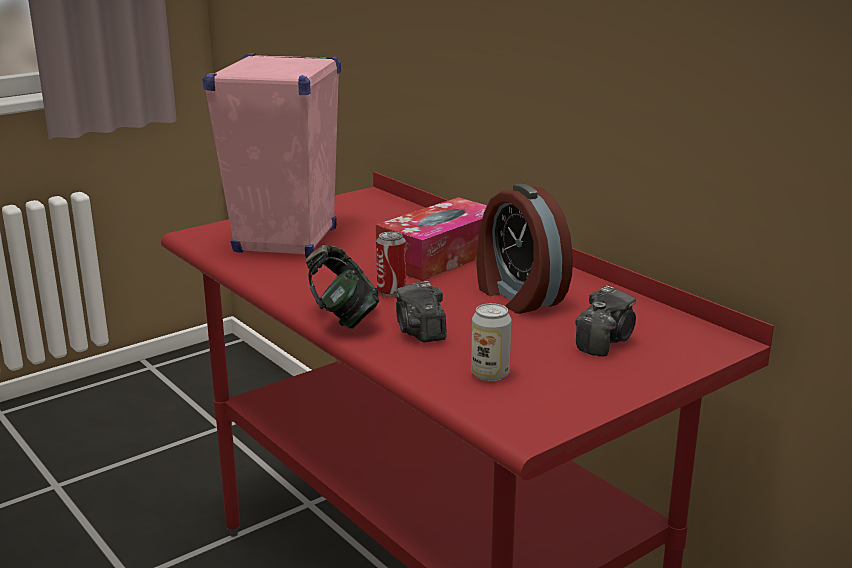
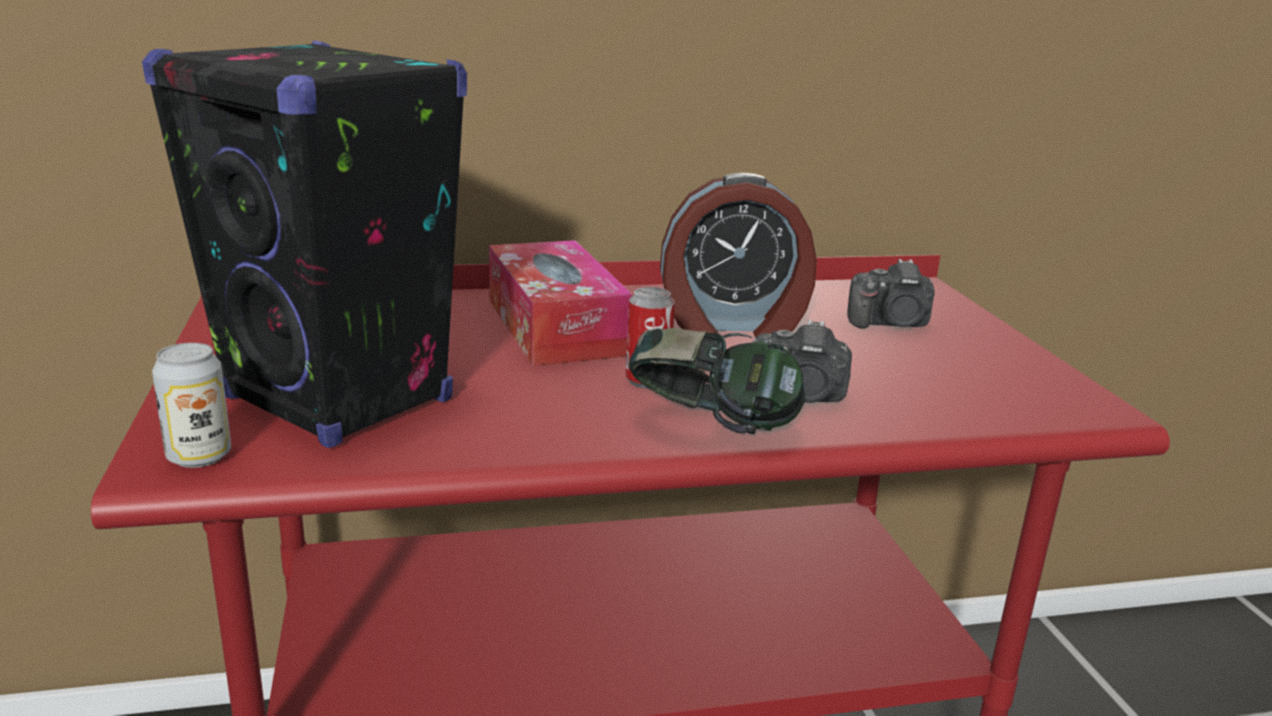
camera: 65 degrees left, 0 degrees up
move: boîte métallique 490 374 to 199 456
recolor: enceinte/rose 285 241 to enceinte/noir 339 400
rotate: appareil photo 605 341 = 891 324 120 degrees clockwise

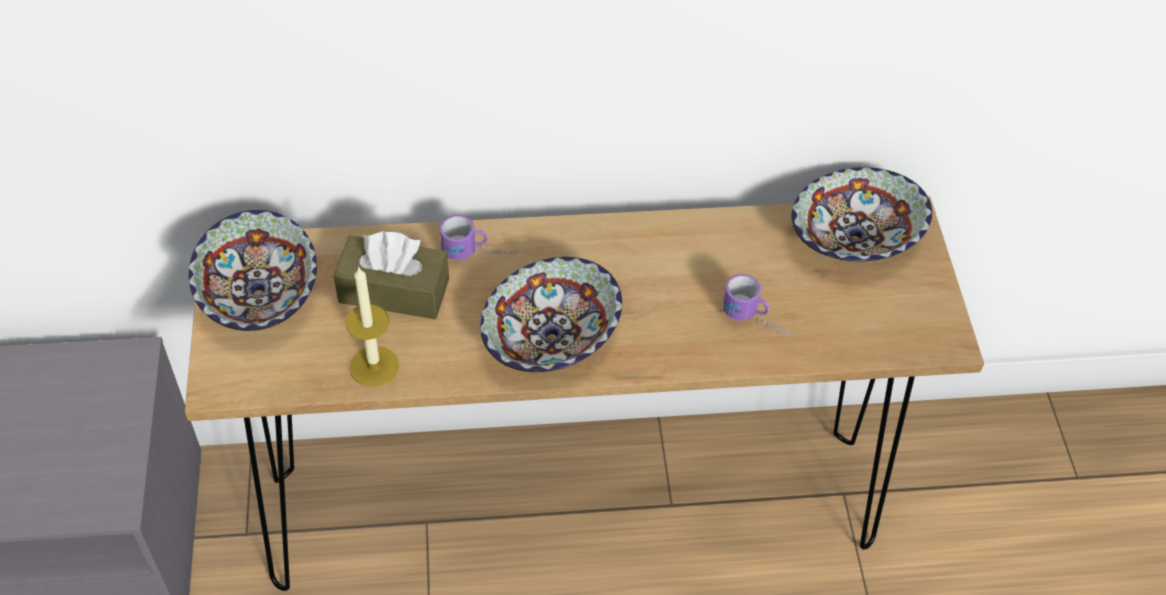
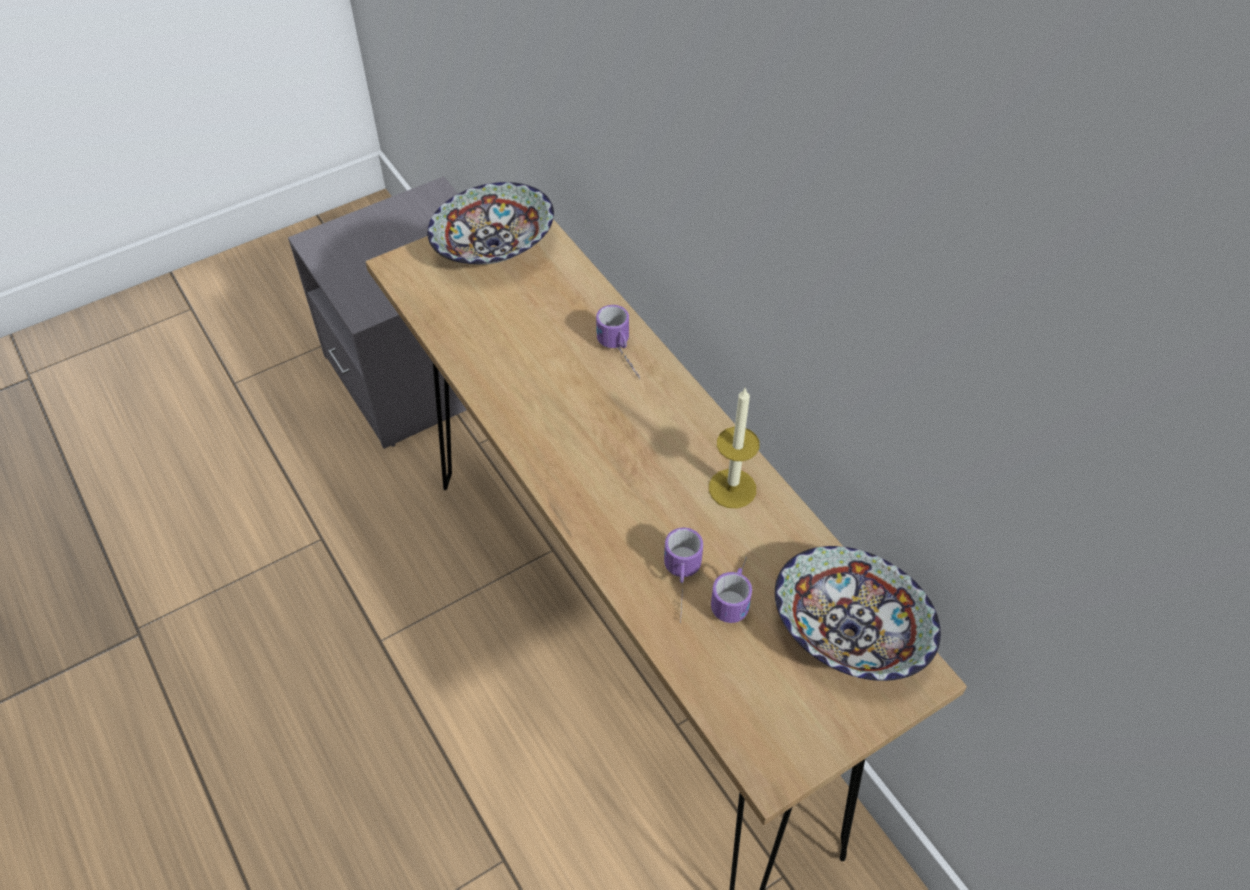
camera: 65 degrees right, 0 degrees up
delete: boîte à mouchoirs/marron 394 290; bol 552 339
insert: mug 735 593
move: bougie 374 366 to 732 488

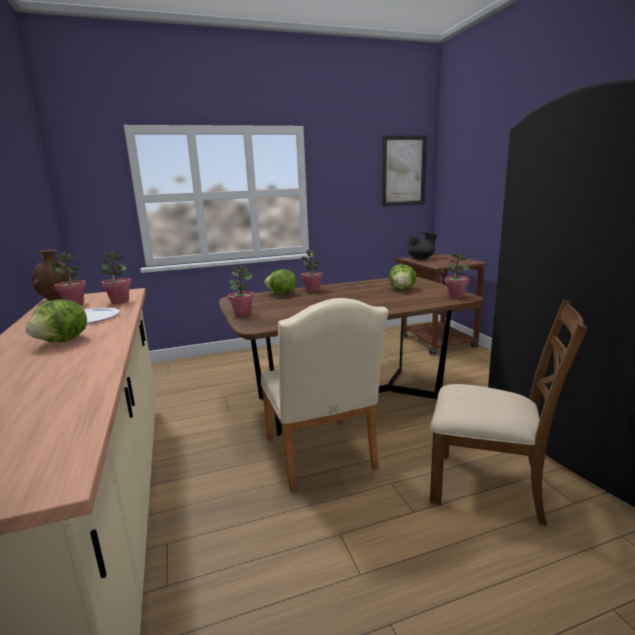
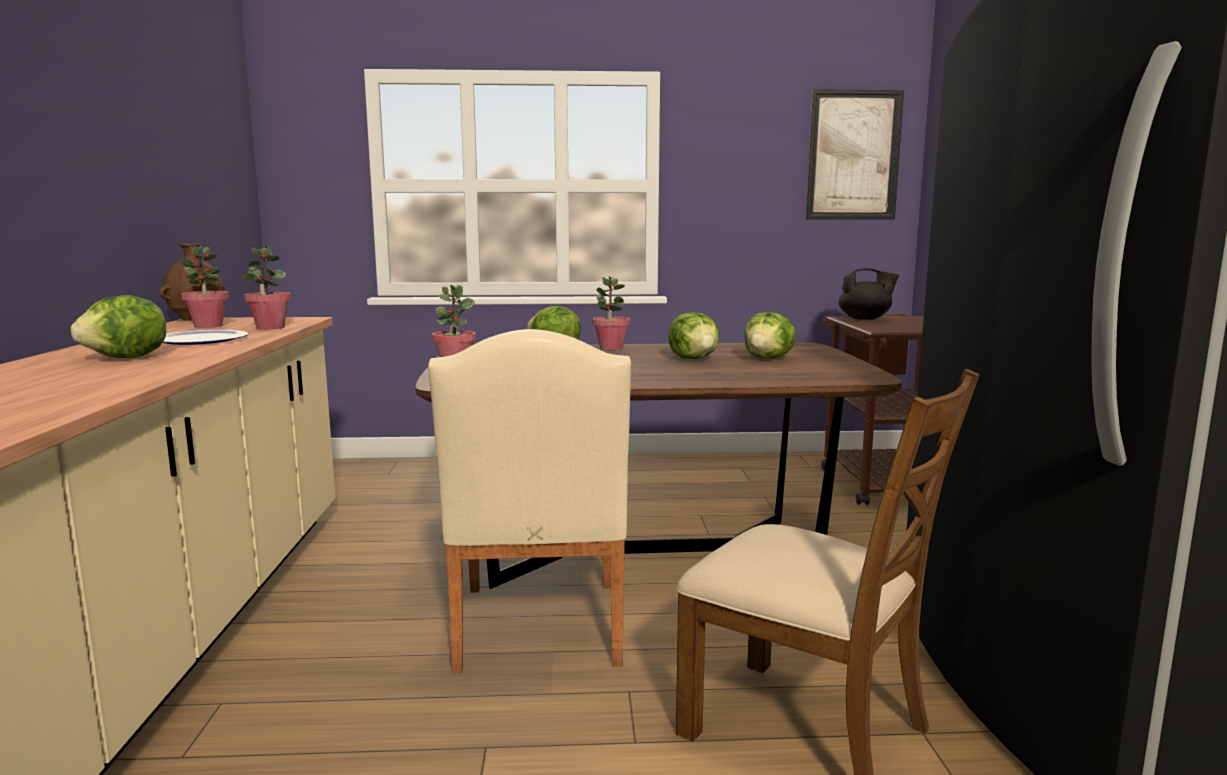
camera: 15 degrees right, 5 degrees down
delete: plante en pot 455 296
insert: laitue 694 359

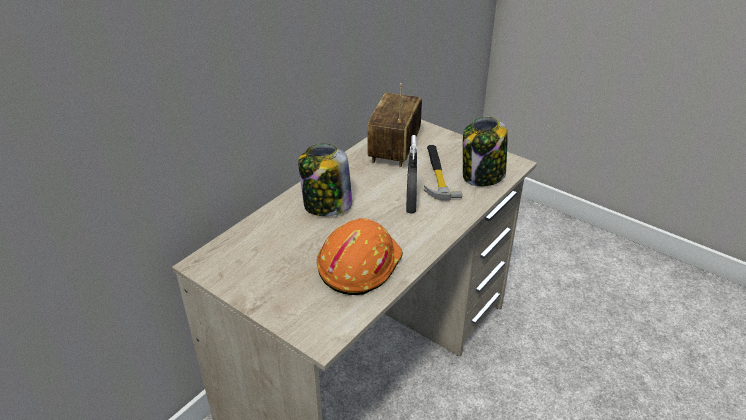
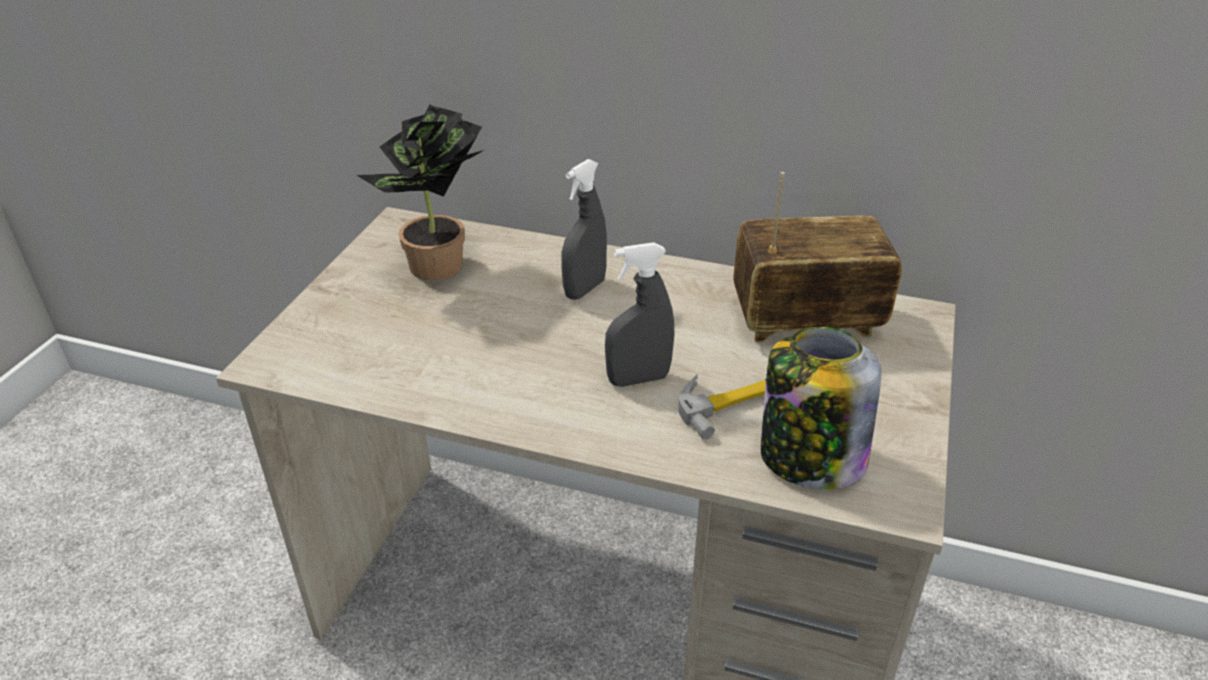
camera: 70 degrees right, 0 degrees up
delete: casque de chantier/orange 358 264
insert: plante en pot 439 270
replace: bocal 326 205 to vaporisateur/gris 585 289

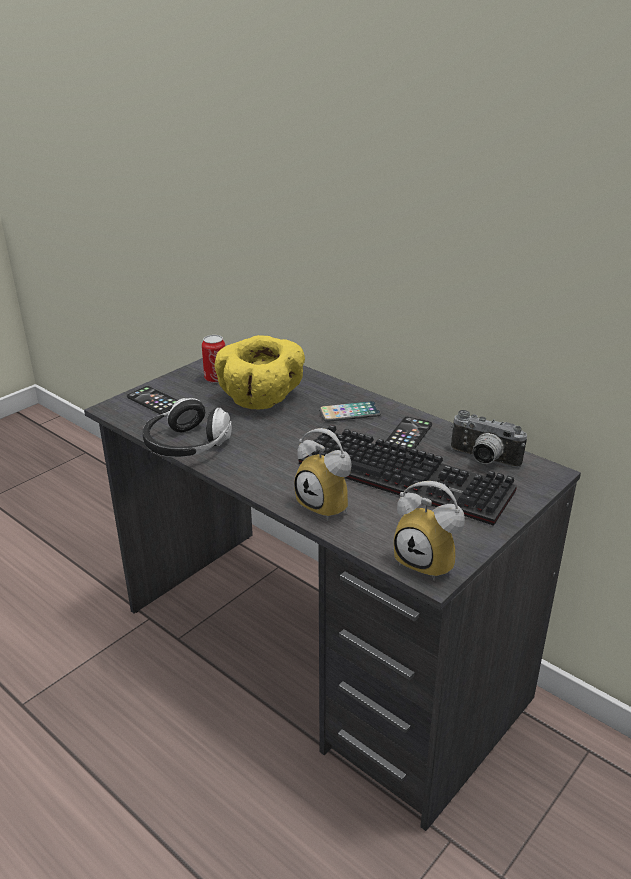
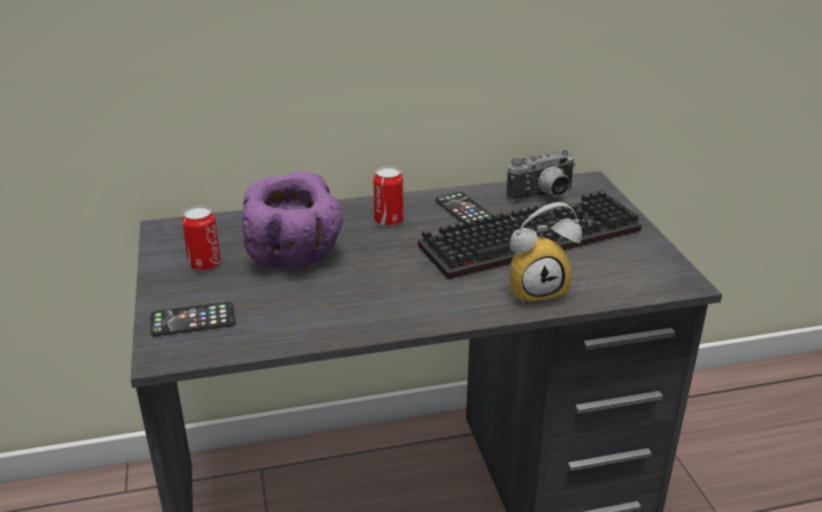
camera: 55 degrees left, 0 degrees up
delete: casque audio 187 445; réveil 430 562
replace: téléphone 350 413 to boîte métallique 388 221
recolor: bol/jaune 261 400 to bol/violet 295 255

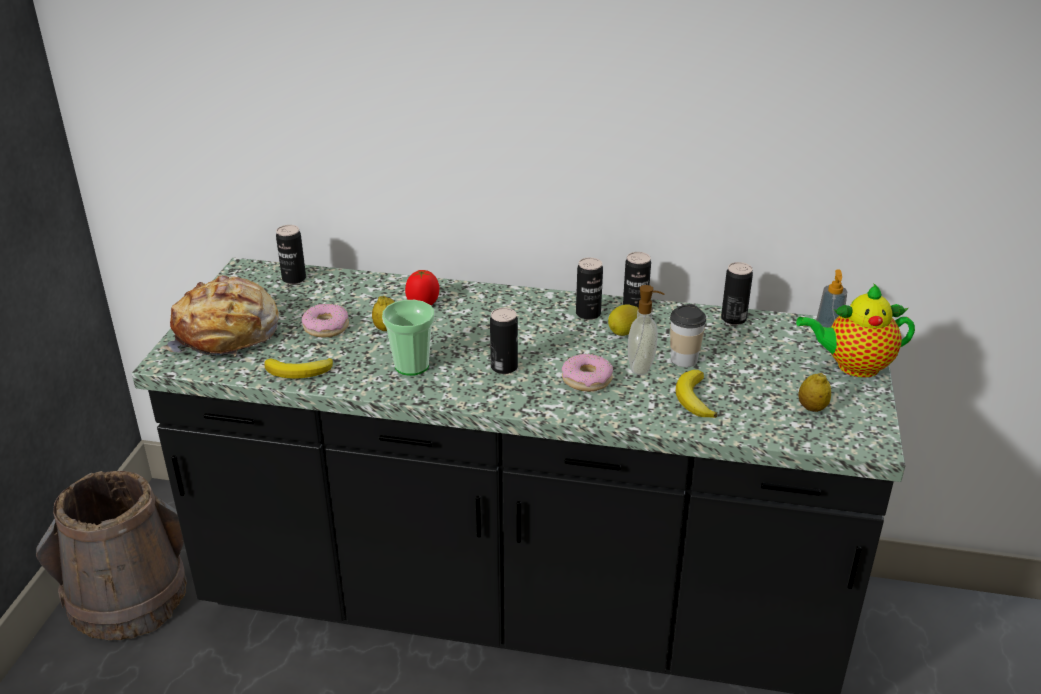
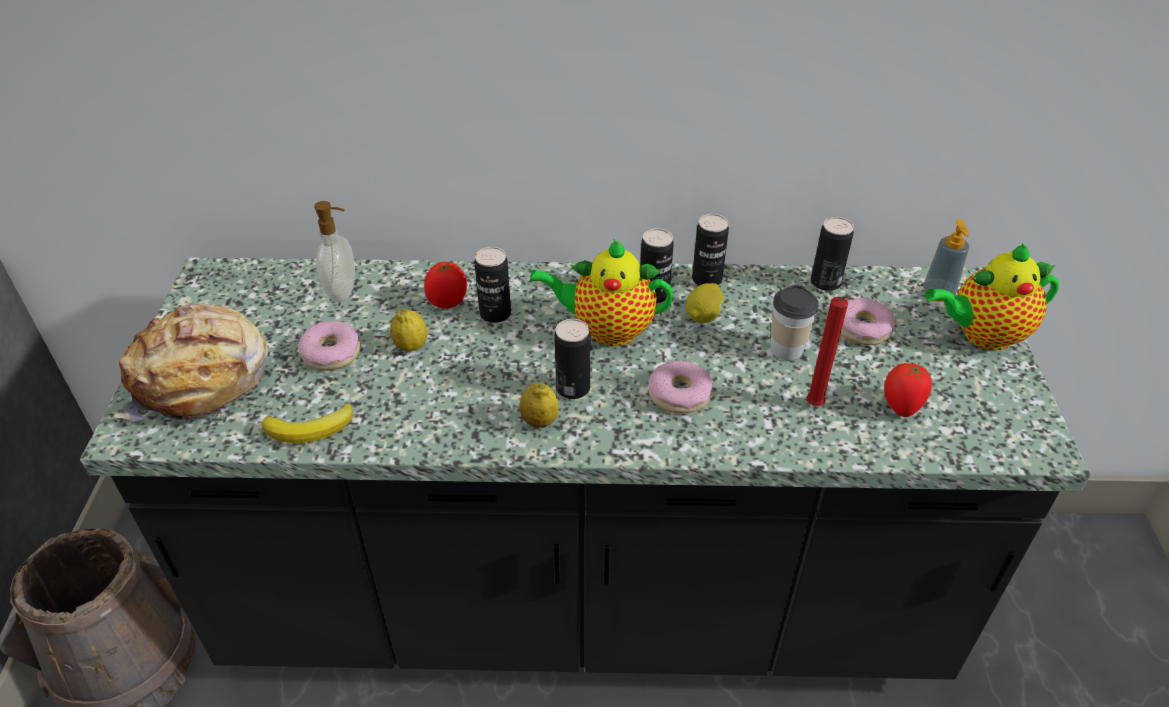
camera: 10 degrees left, 10 degrees up
delete: tasse 412 366
insert: théière 607 330; beignet 861 328; tomate 900 406
move: boîte métallique 294 279 to 495 314; distributeur de savon 642 367 to 343 291; citron 812 408 to 539 421
replace: banane 694 398 to bougie/rouge 816 407

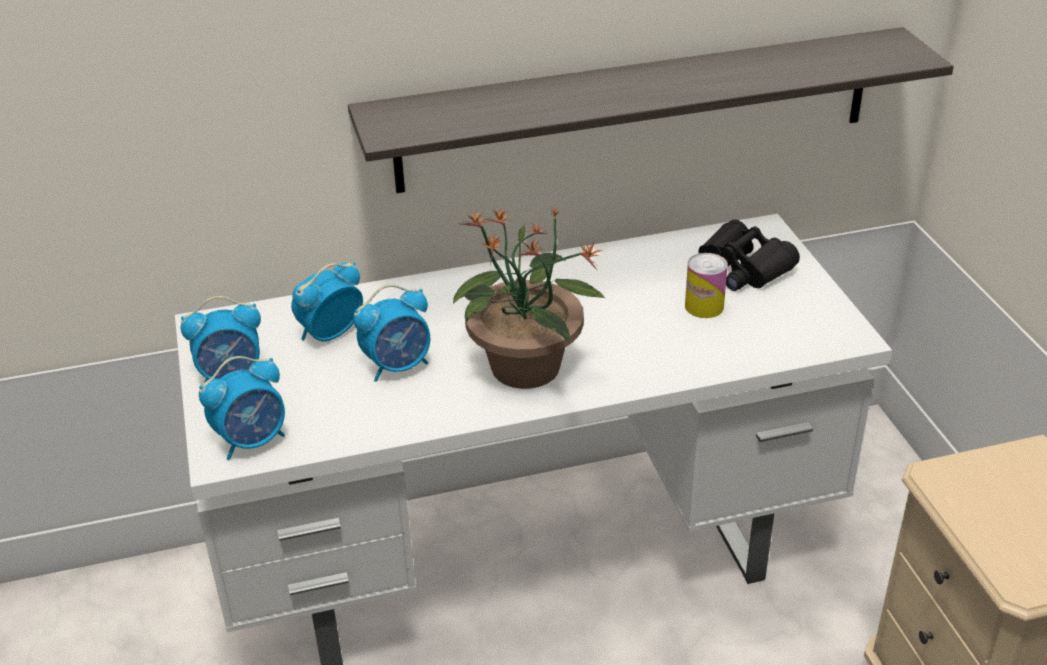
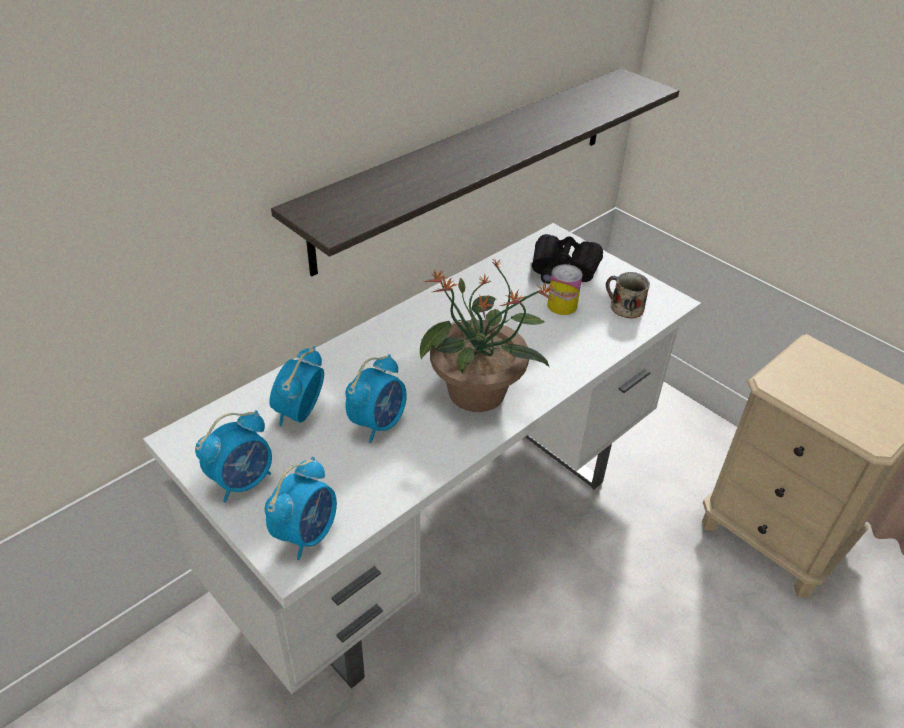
camera: 30 degrees left, 5 degrees up
insert: mug 624 307

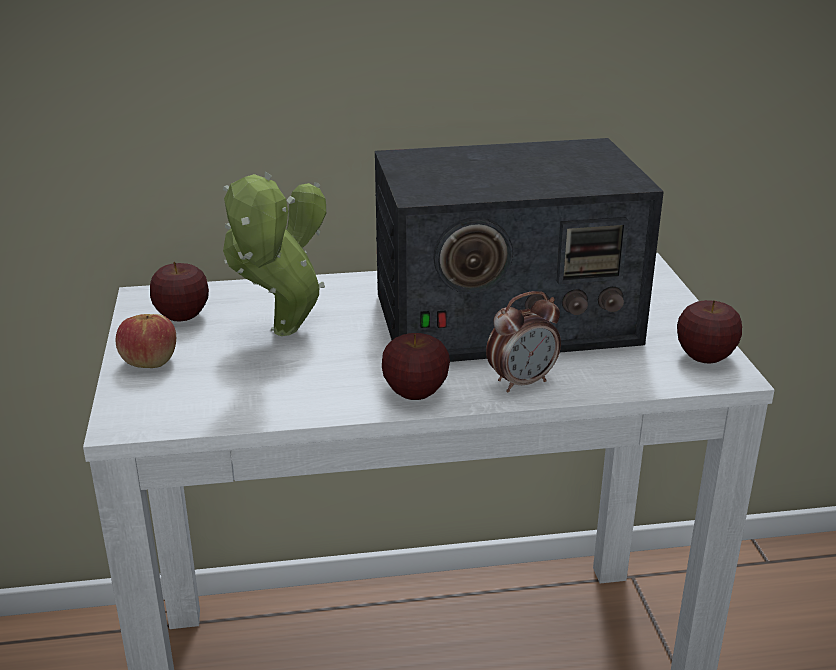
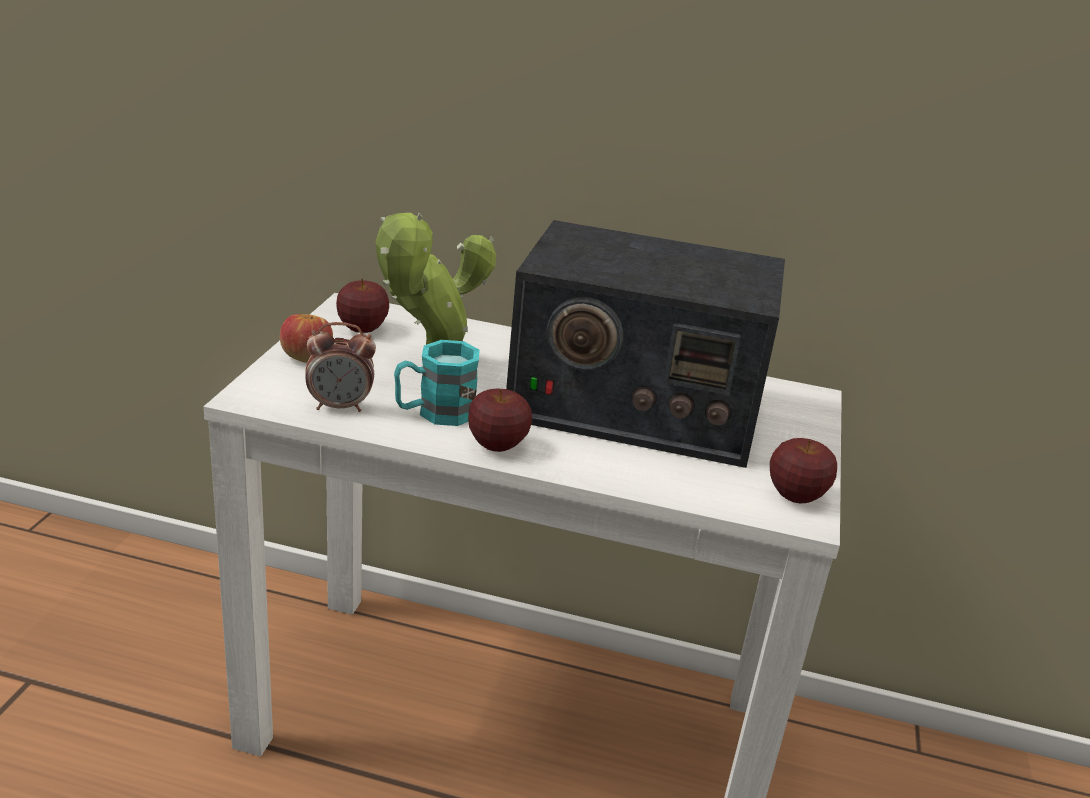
camera: 20 degrees right, 0 degrees up
insert: mug/turquoise 435 413
move: réveil 522 382 to 340 406

